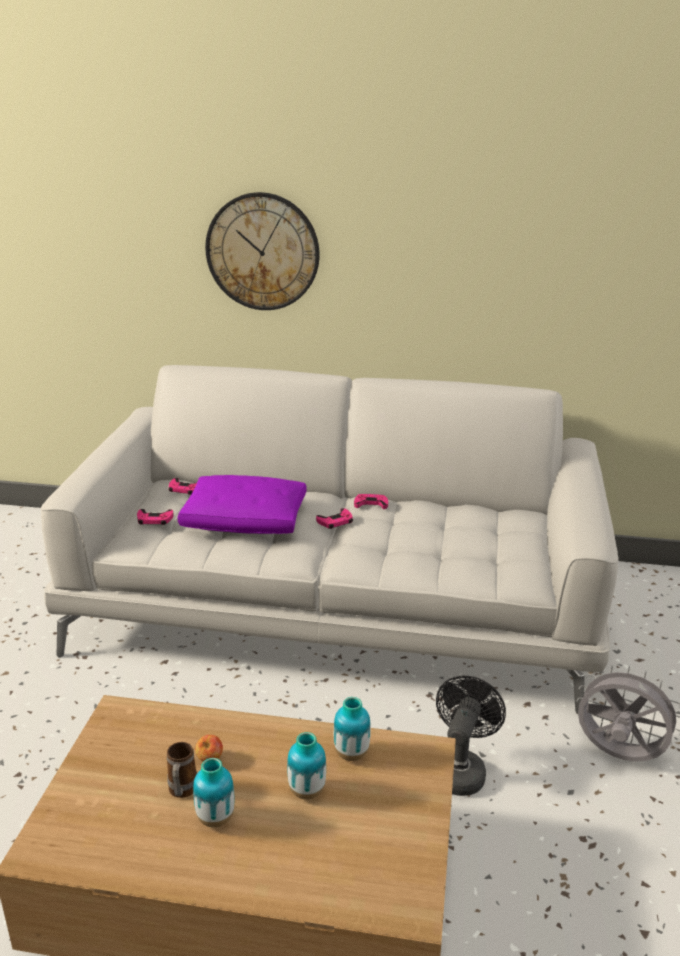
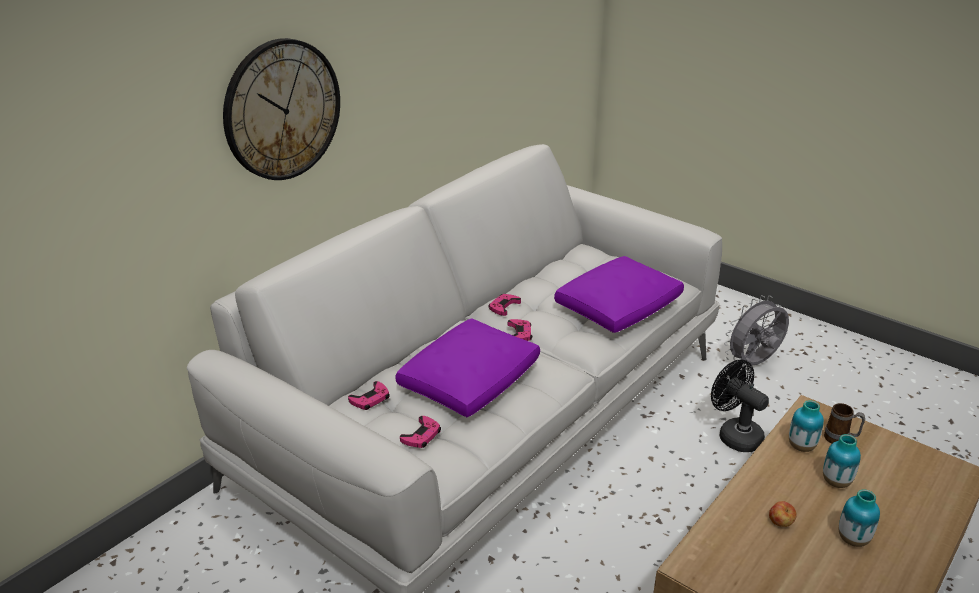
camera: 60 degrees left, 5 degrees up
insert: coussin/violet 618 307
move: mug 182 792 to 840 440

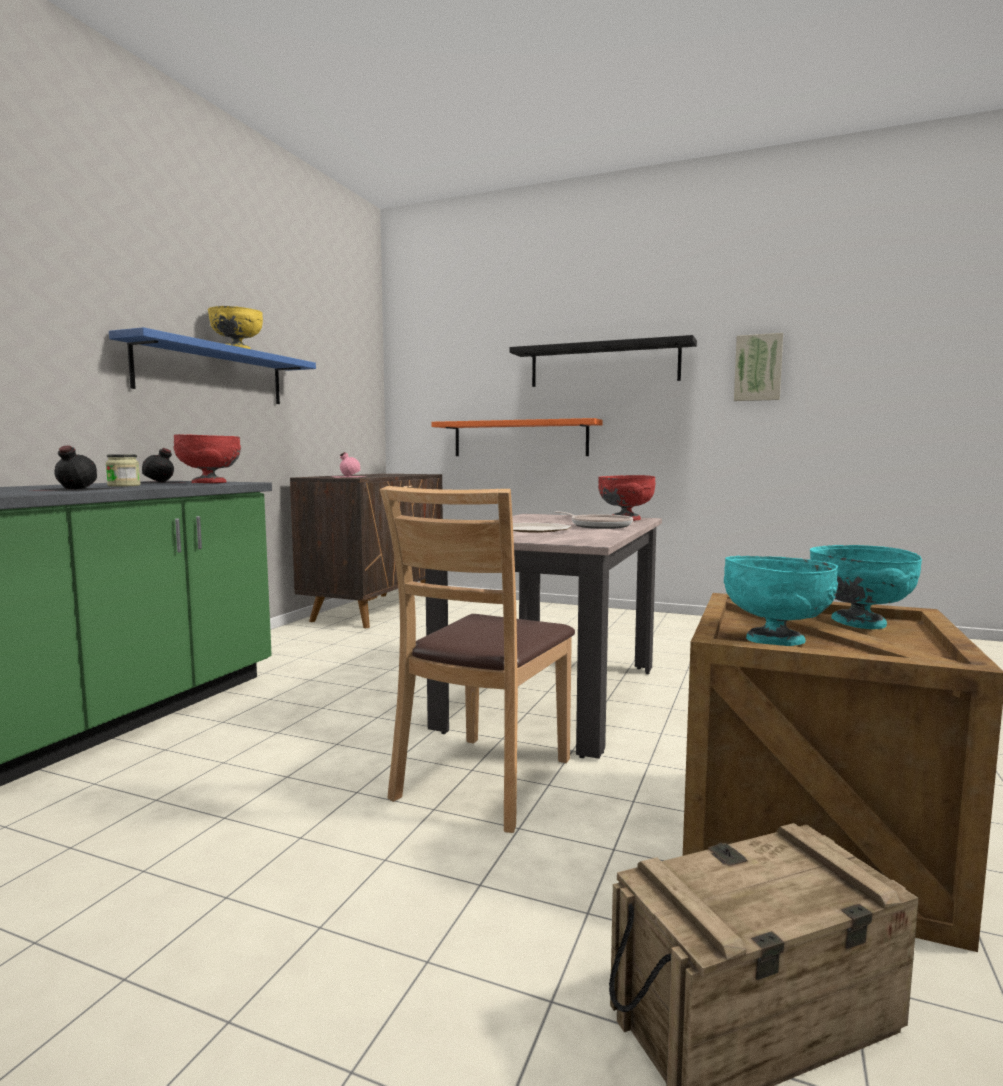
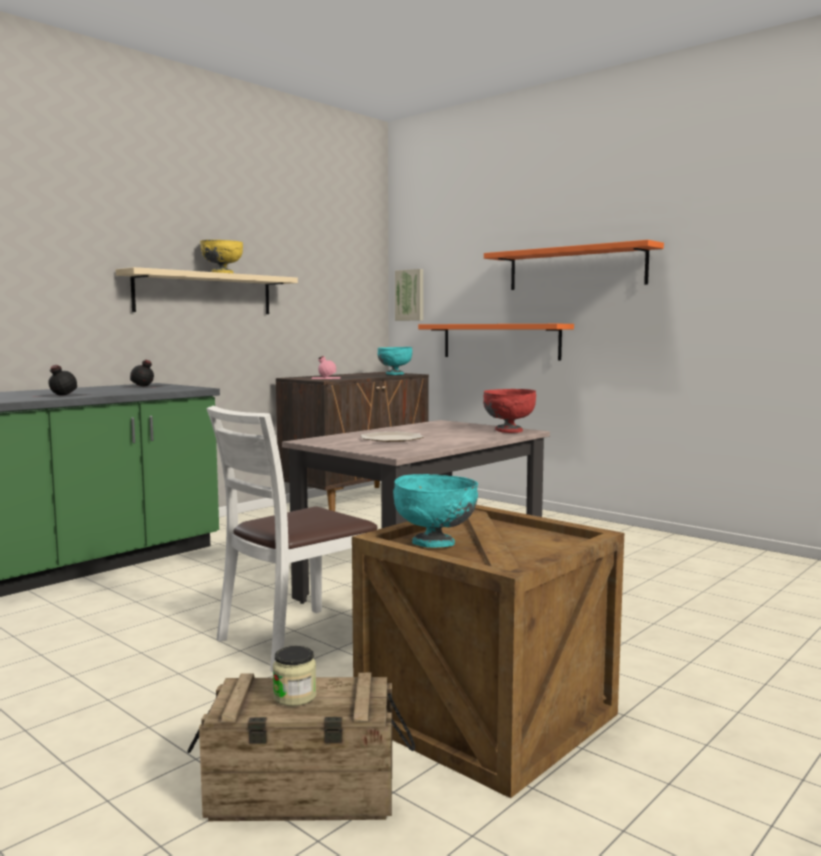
camera: 20 degrees right, 0 degrees up
delete: bol/rouge 210 483; poêle 598 526
move: bocal 124 485 to 295 696; tableau 758 368 to 410 295; bol/turquoise 858 623 to 394 374
recolor: étagère/bleu 212 373 to étagère/beige 204 293; chaise/marron 484 780 to chaise/blanc 295 638; étagère/noir 603 365 to étagère/orange 575 268

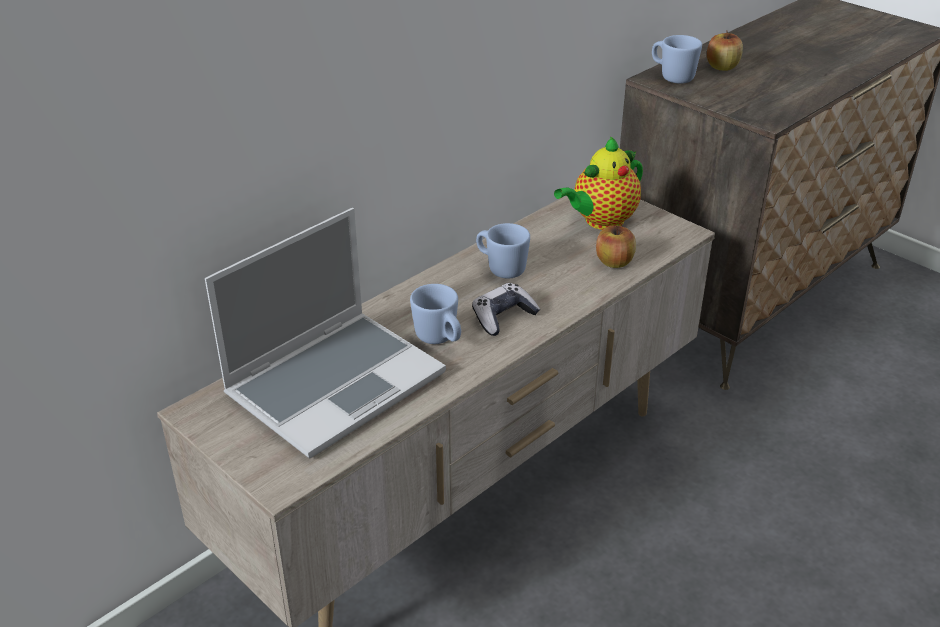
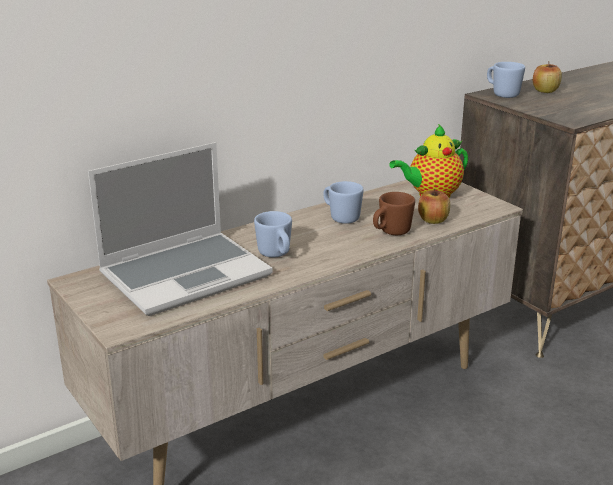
camera: 10 degrees right, 10 degrees down
delete: manette 503 317
insert: mug/marron 391 232

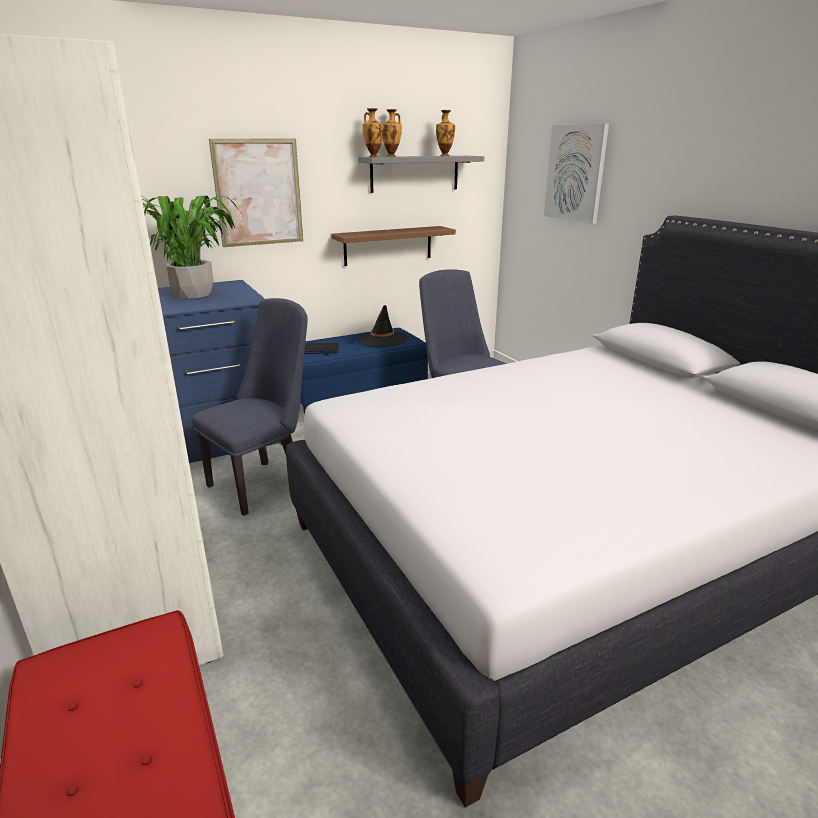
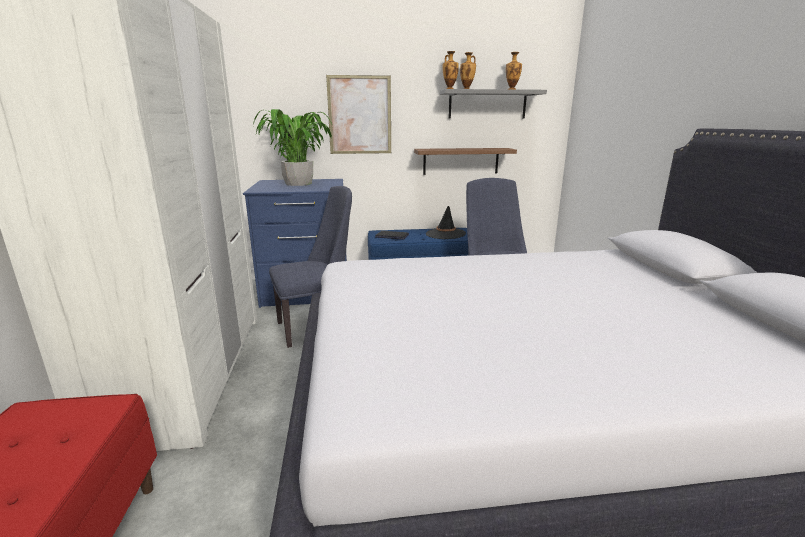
camera: 20 degrees right, 5 degrees down
delete: tableau 575 173

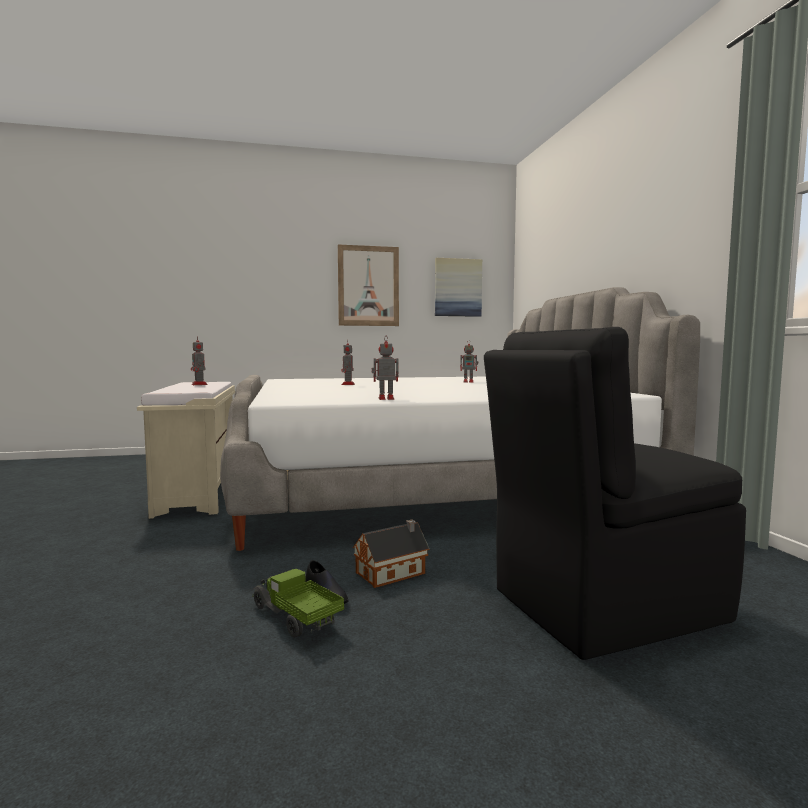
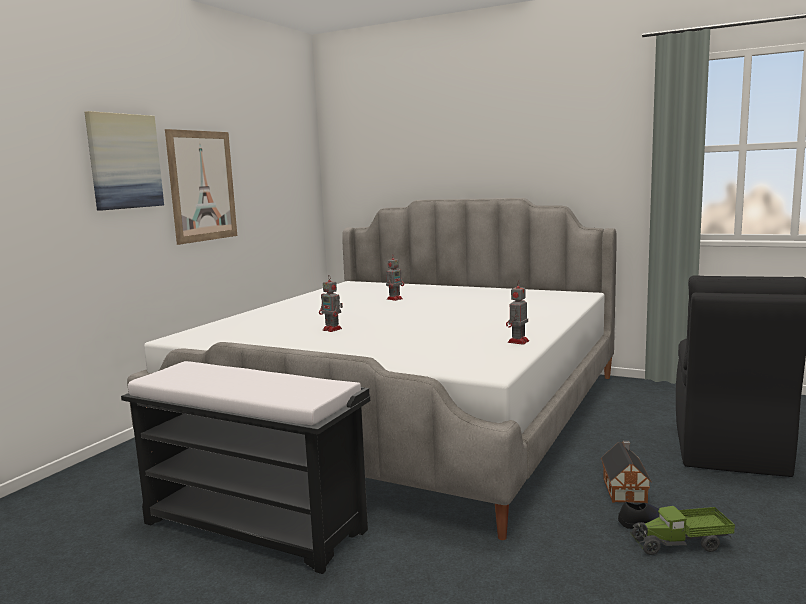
camera: 50 degrees left, 5 degrees up
delete: robot jouet 199 384
move: tableau 458 287 to 124 161
recolor: banc/beige 199 492 to banc/noir 256 526

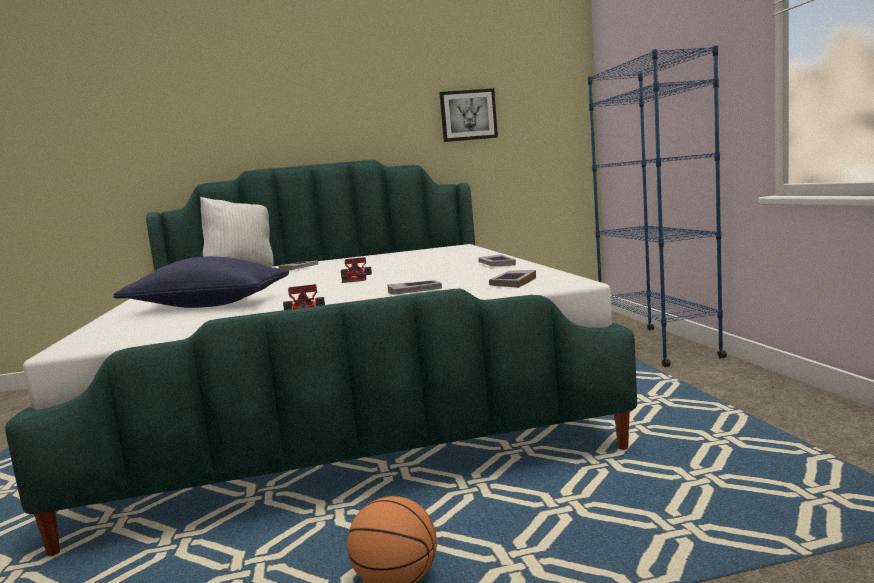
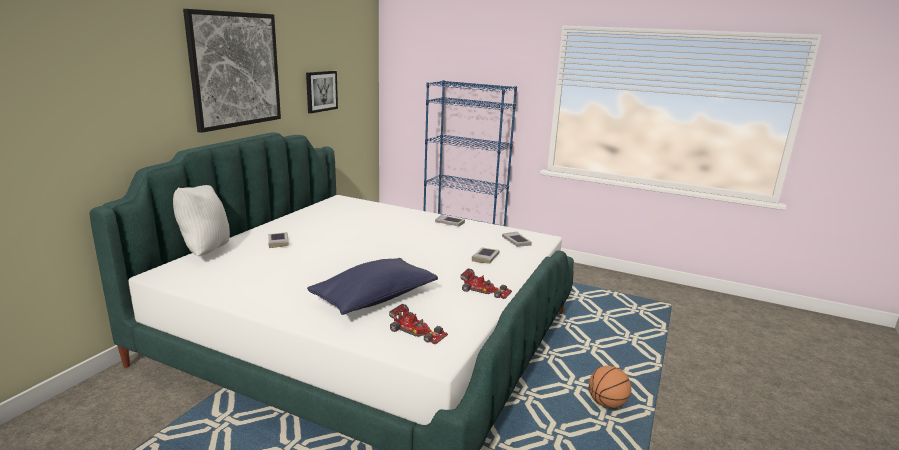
camera: 55 degrees left, 10 degrees up
insert: tableau 235 70
move: petite voiture 355 278 to 417 331

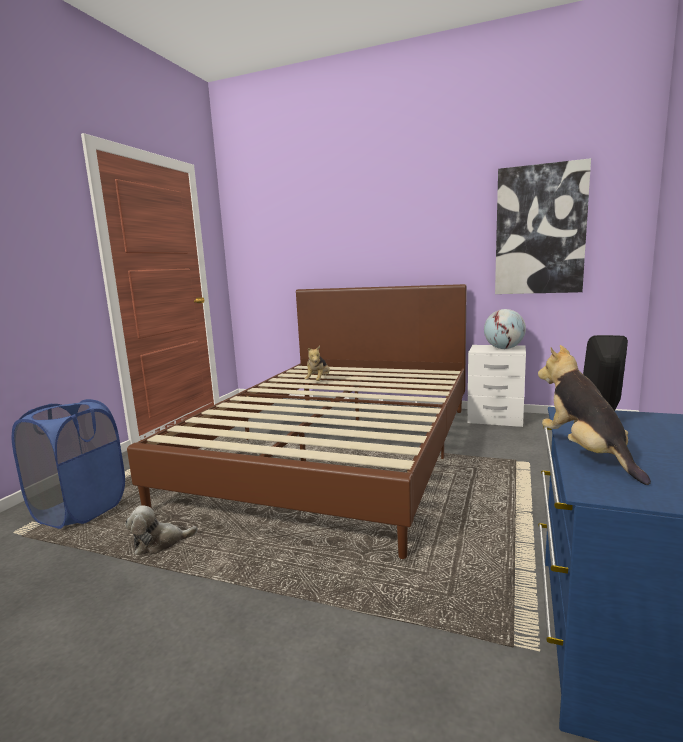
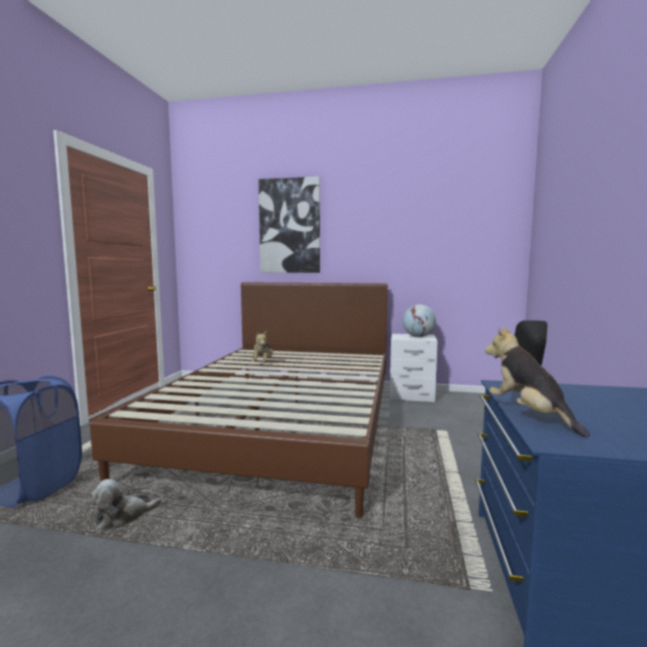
camera: 10 degrees left, 5 degrees down
move: tableau 540 230 to 289 226

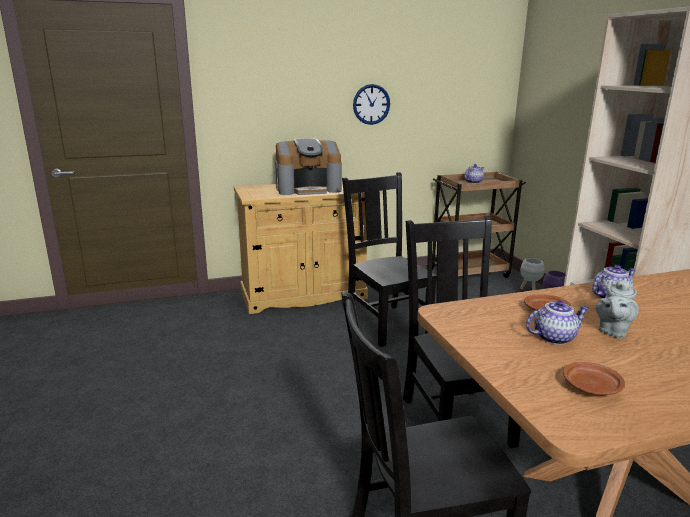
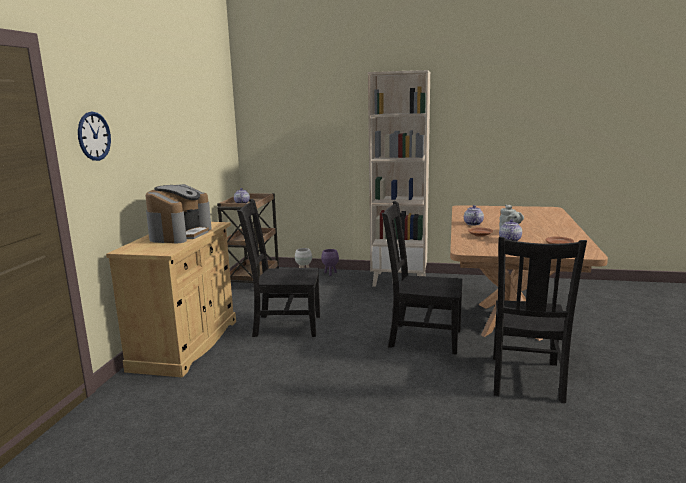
camera: 60 degrees left, 5 degrees down
move: horloge murale 371 104 to 94 136

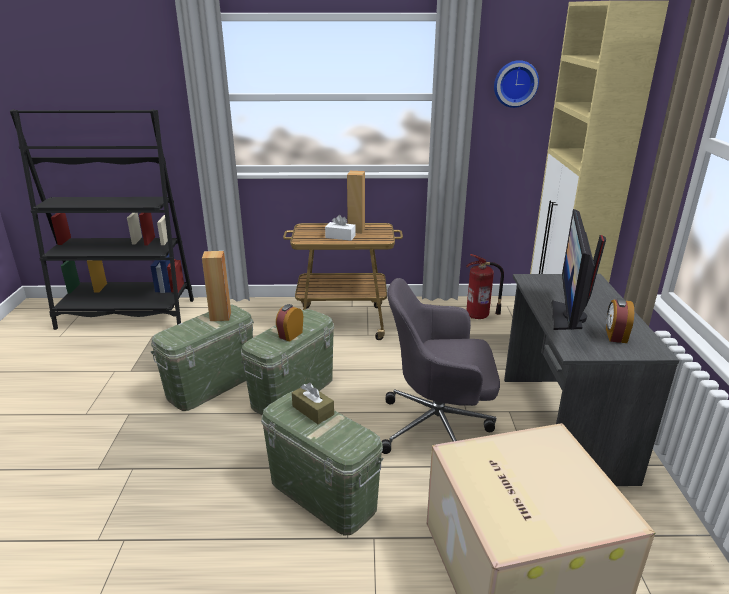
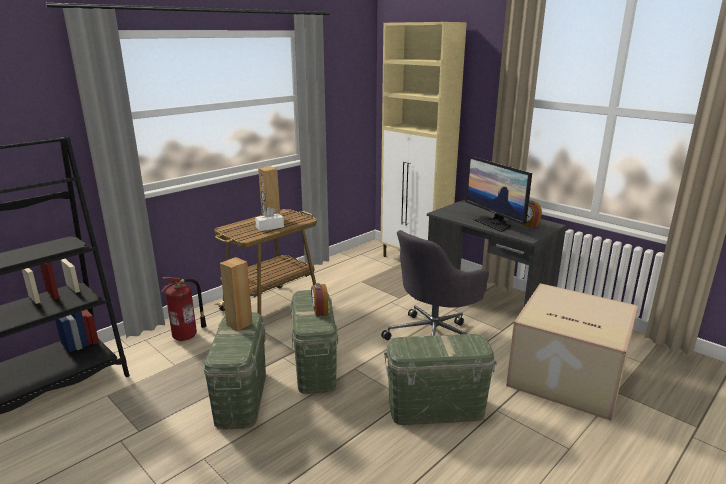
camera: 45 degrees left, 5 degrees down
delete: boîte à mouchoirs/marron 313 410; horloge murale 515 83
move: extincteur 479 316 to 187 336

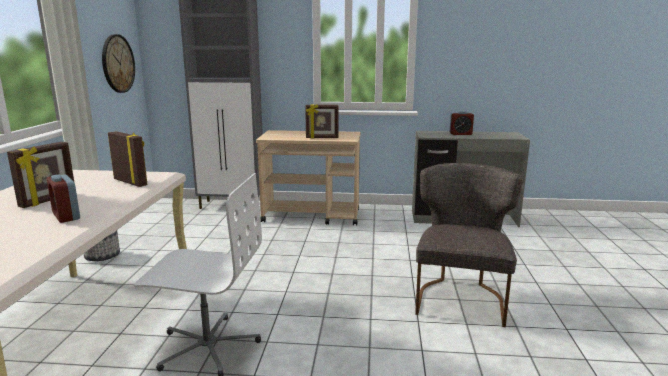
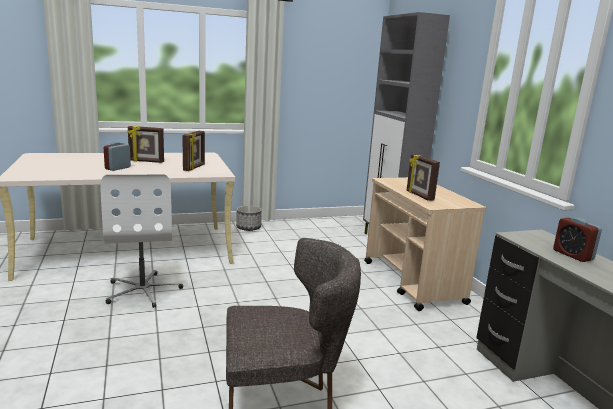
camera: 65 degrees right, 0 degrees up
delete: horloge murale 118 64

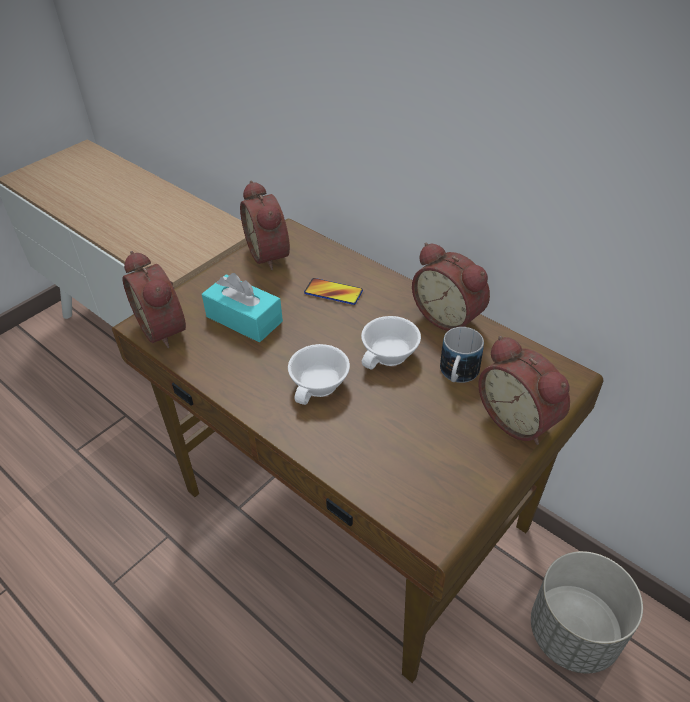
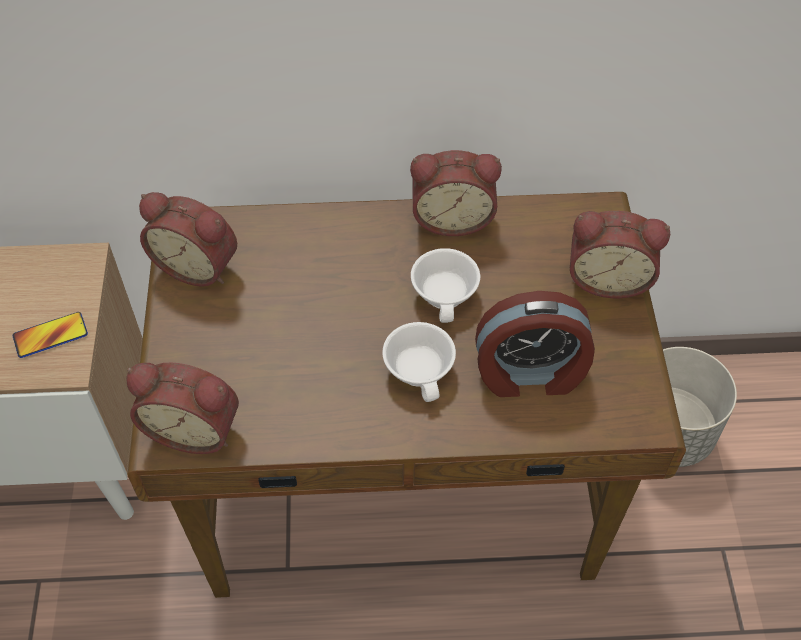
camera: 45 degrees left, 10 degrees up
delete: boîte à mouchoirs/turquoise 244 319; mug 457 375
insert: réveil 530 374
move: téléphone 333 292 to 50 336

